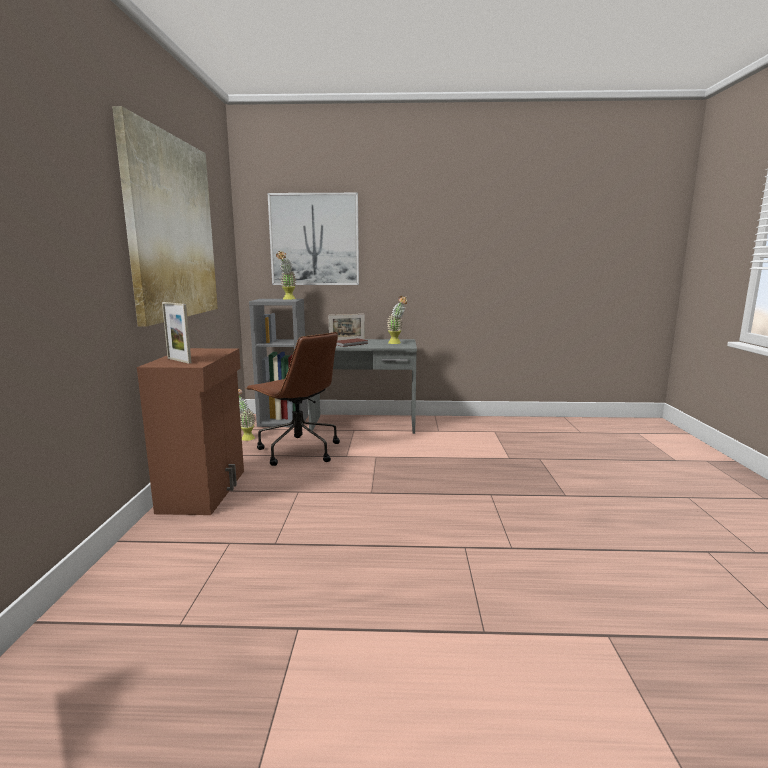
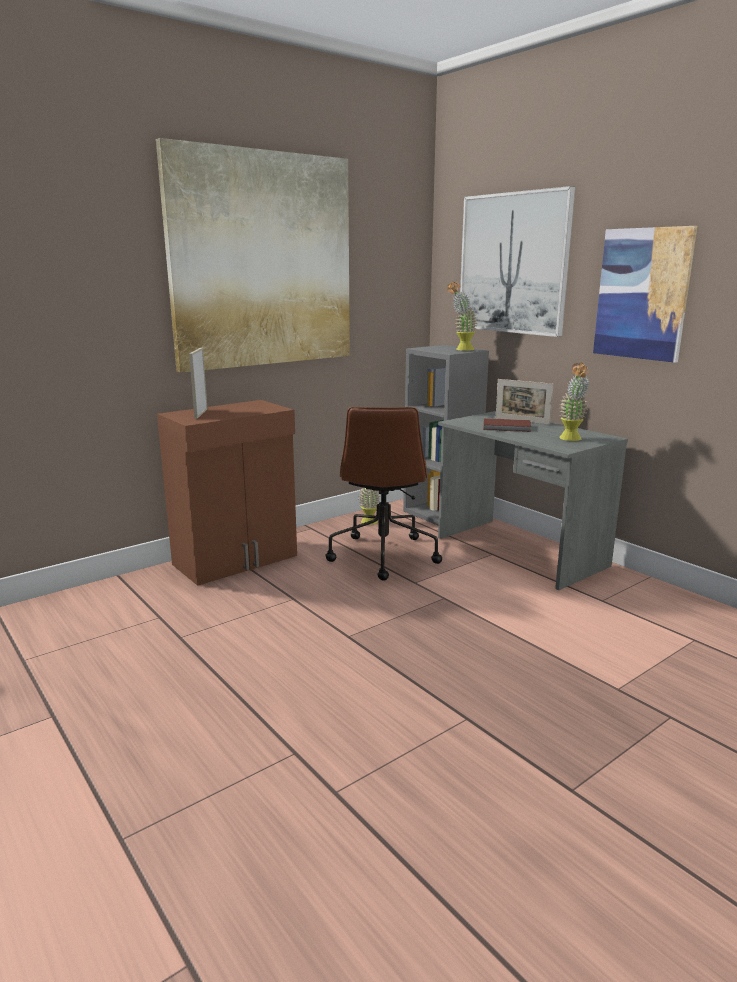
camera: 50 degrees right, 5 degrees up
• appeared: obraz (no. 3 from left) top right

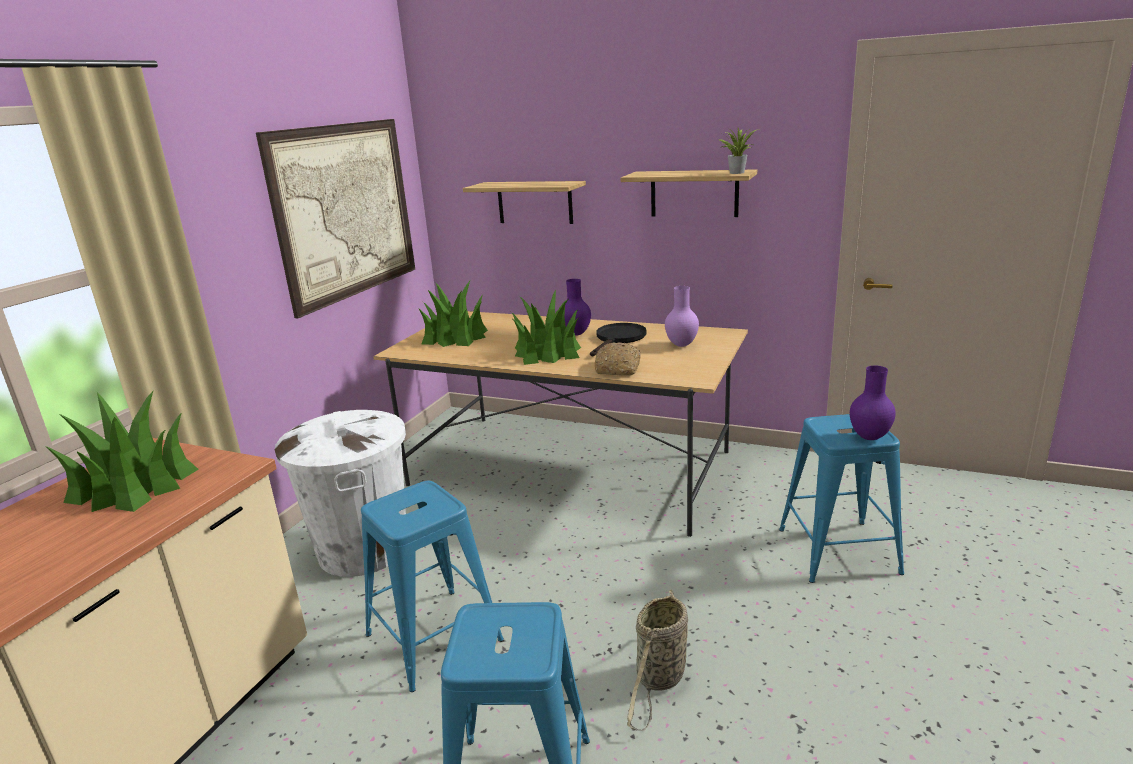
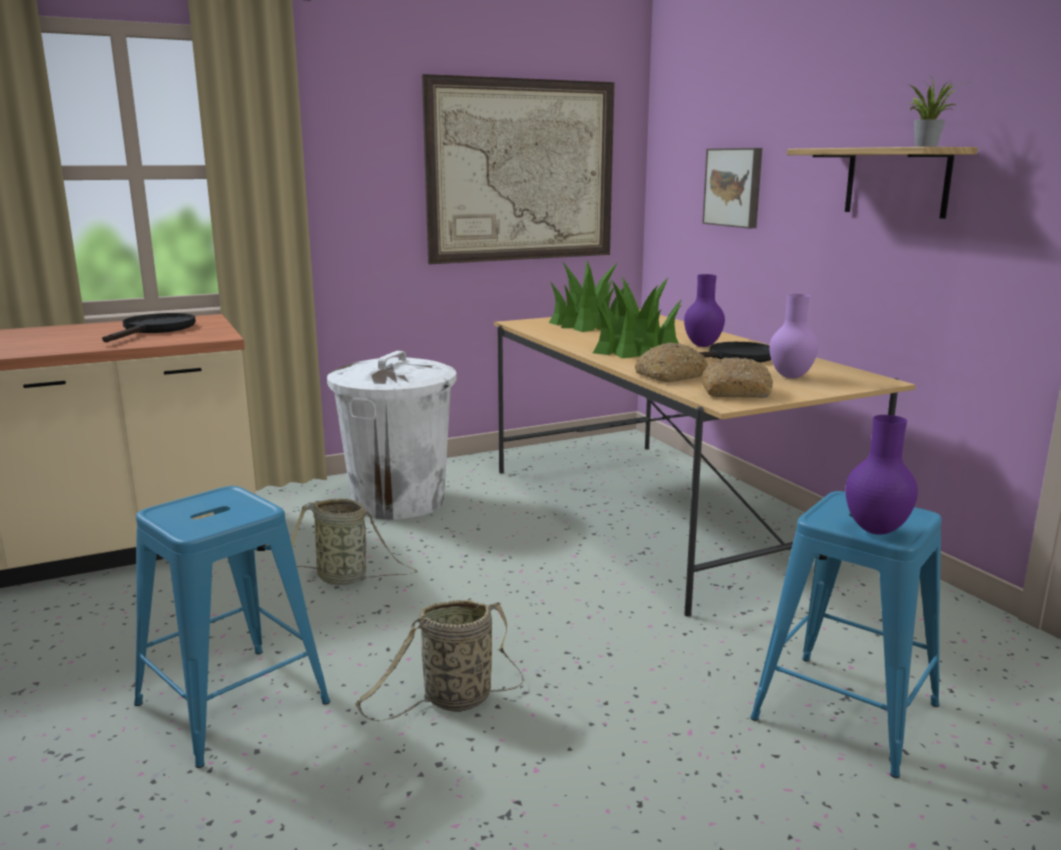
camera: 40 degrees right, 5 degrees down
• exchanged: roślina doniczkowa (no. 1 from left) middle left to patelnia (czarny) (no. 1 from left) middle left
• exchanged: stołek (niebieski) (no. 1 from left) bottom centre to koszyk (no. 1 from left) centre
• exchanged: półka (no. 1 from left) top centre to obraz (no. 2 from left) top right
• appeared: chleb (no. 2 from left) middle right

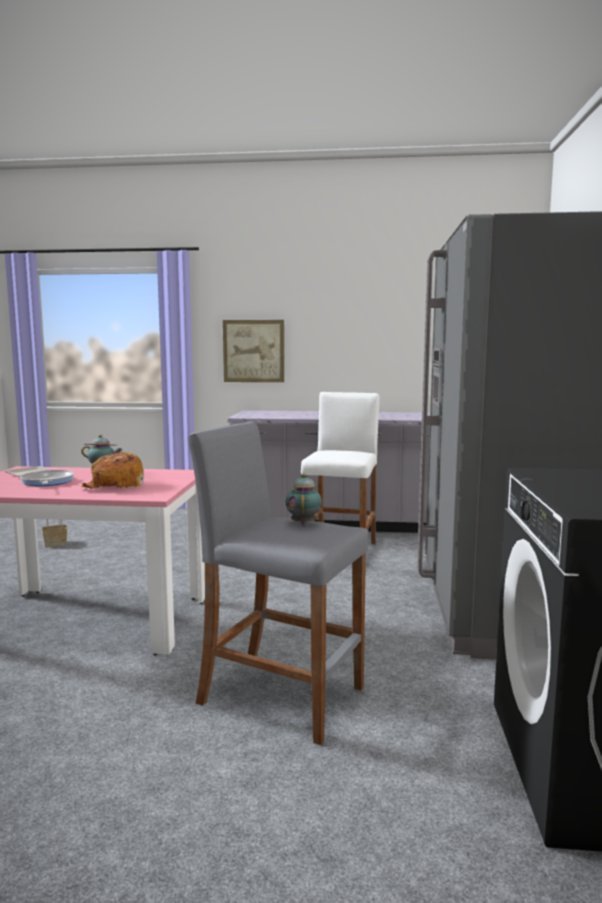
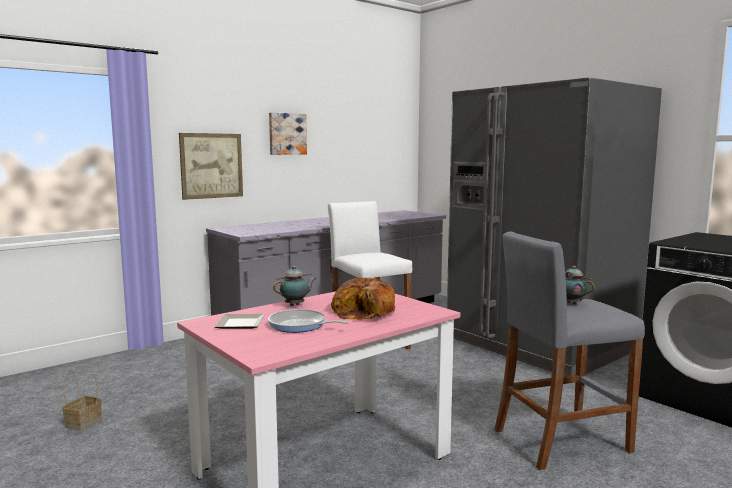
camera: 45 degrees left, 0 degrees up
• appeared: obraz (no. 2 from left) top centre

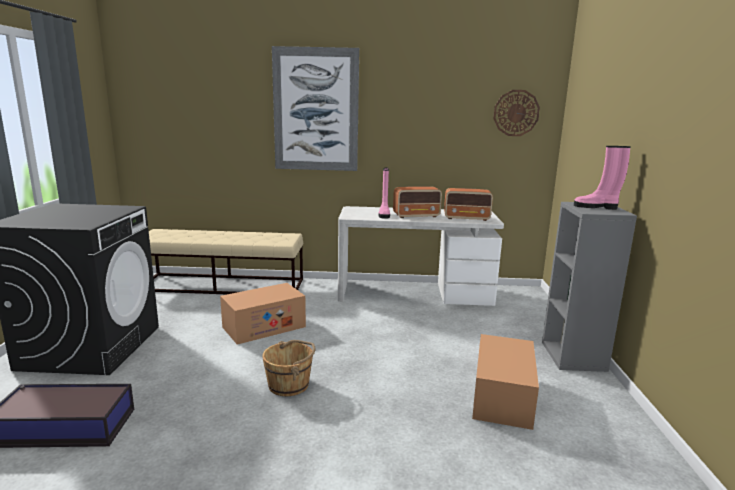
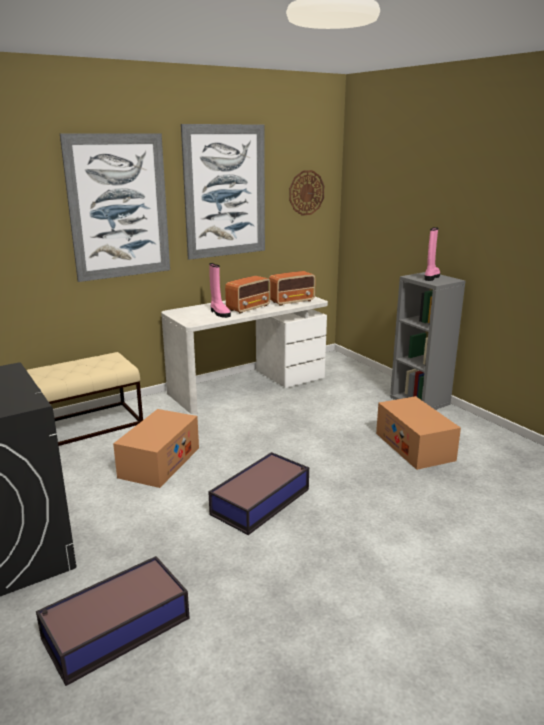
camera: 35 degrees left, 5 degrees up
• exchanged: wiadro (brązowy) bottom centre to pojemnik do przechowywania (no. 2 from left) bottom centre
• spun: but z cholewką (różowy) (no. 2 from left) middle right = middle right 135 degrees clockwise
• appeared: obraz (no. 2 from left) top centre

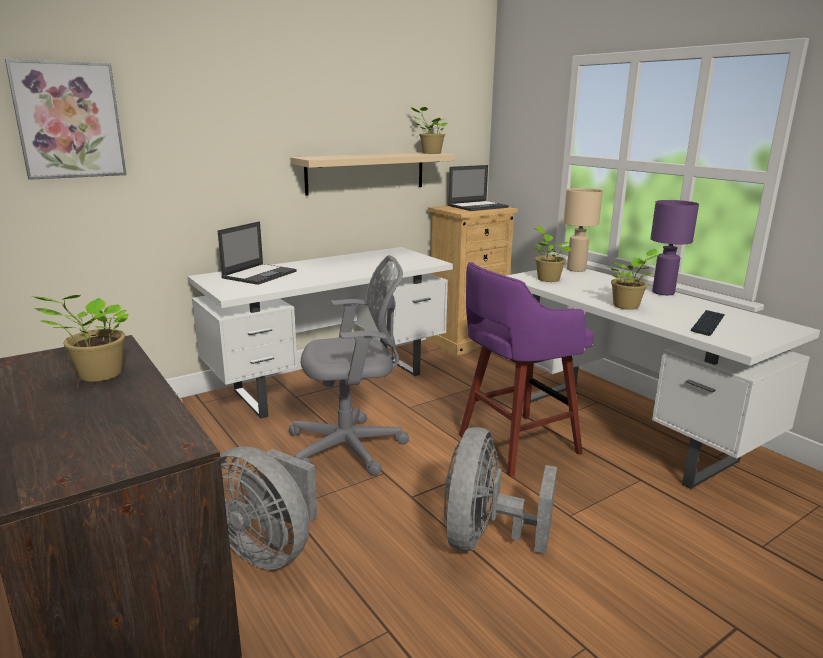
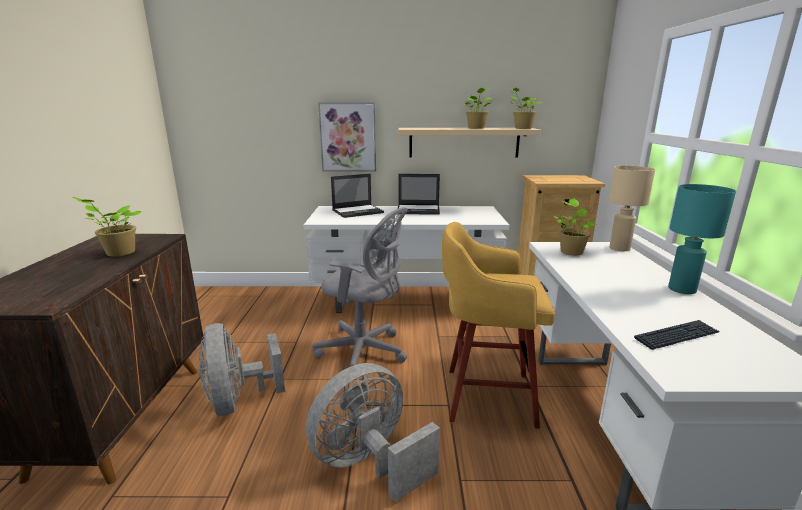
camera: 35 degrees right, 0 degrees up
• relocated: obraz top left to top centre
• relocated: laptop (no. 2 from left) top centre to centre
• colour: stołek (fioletowy) centre to stołek (żółty) centre
• relocated: roślina doniczkowa (no. 4 from left in the first image) middle right to roślina doniczkowa (no. 2 from left) top centre
• colour: lampa stołowa (fioletowy) middle right to lampa stołowa (turkusowy) middle right

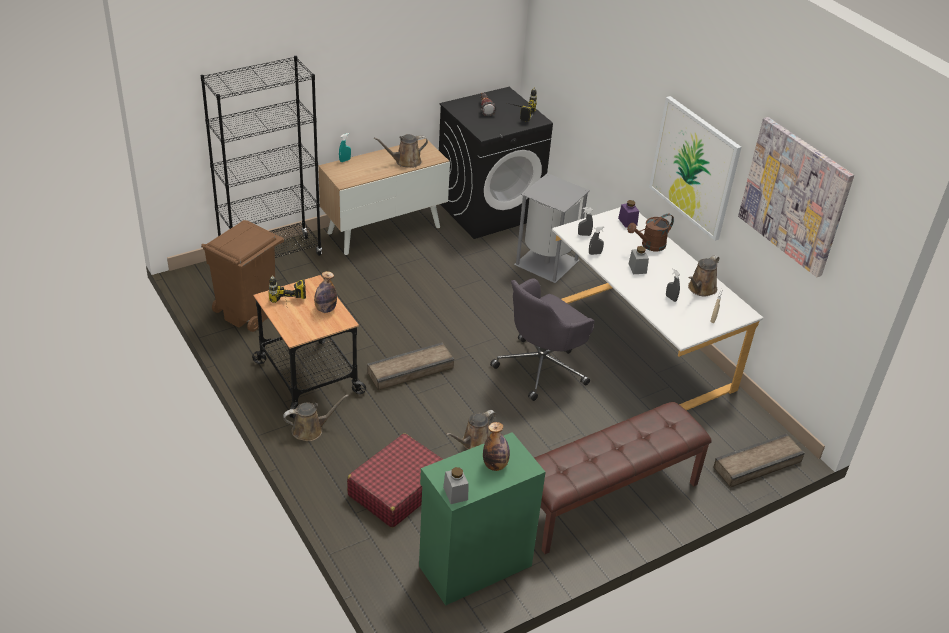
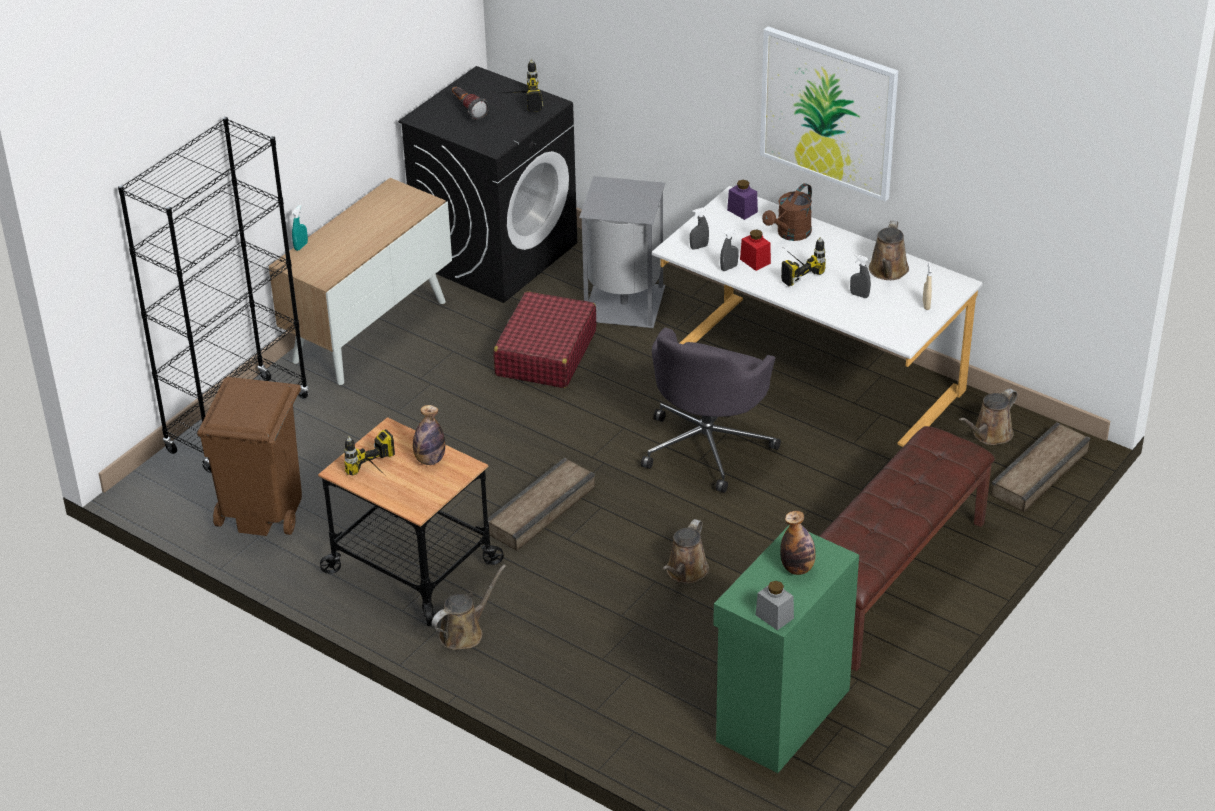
camera: 20 degrees left, 0 degrees up
• relocated: walizka (czerwony) bottom centre to centre
• relocated: konewka (brązowy) (no. 2 from left in the first image) top centre to konewka (brązowy) (no. 5 from left) middle right
• exchanged: słoik (szary) (no. 2 from left) middle right to wiertarka (no. 3 from left) top centre
• missing: obraz (no. 2 from left) top right
• appeared: słoik (czerwony) top centre

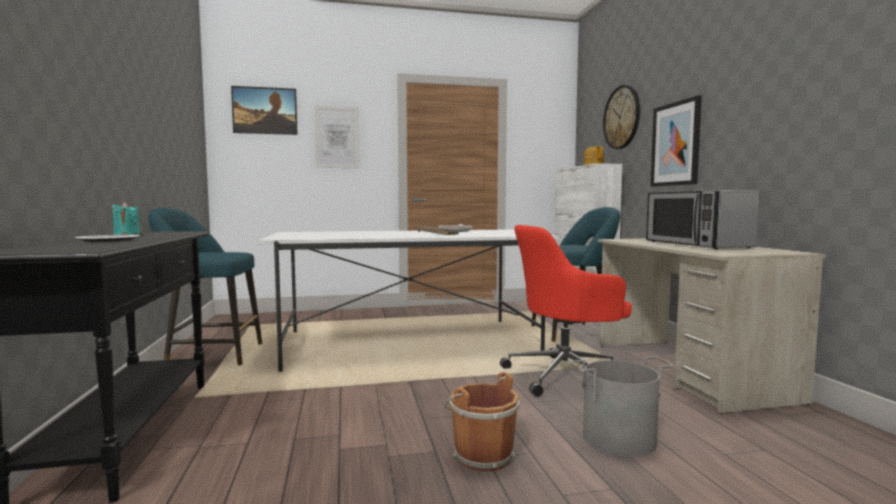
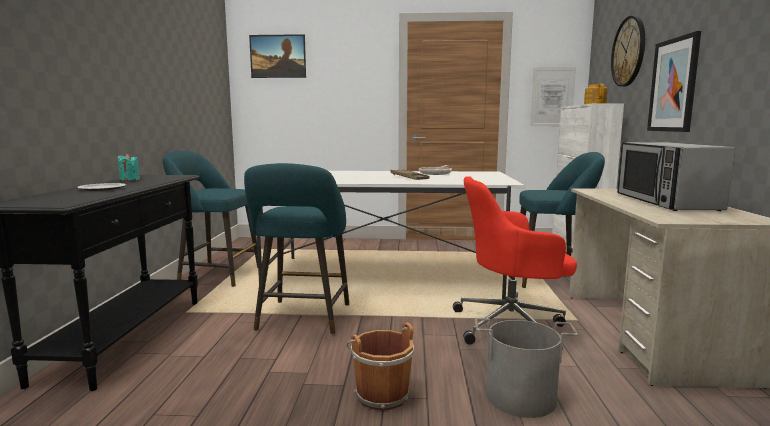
camera: 15 degrees right, 5 degrees up
• relocated: obraz (no. 2 from left) top centre to top right
• appeared: stołek (turkusowy) (no. 2 from left) centre

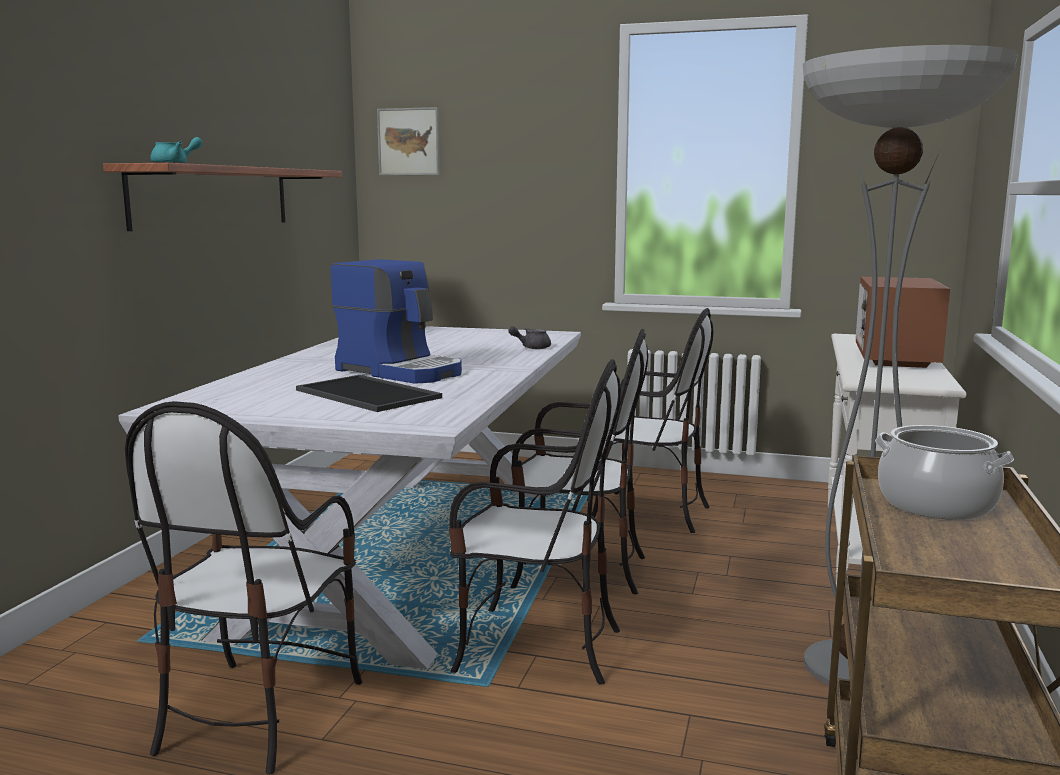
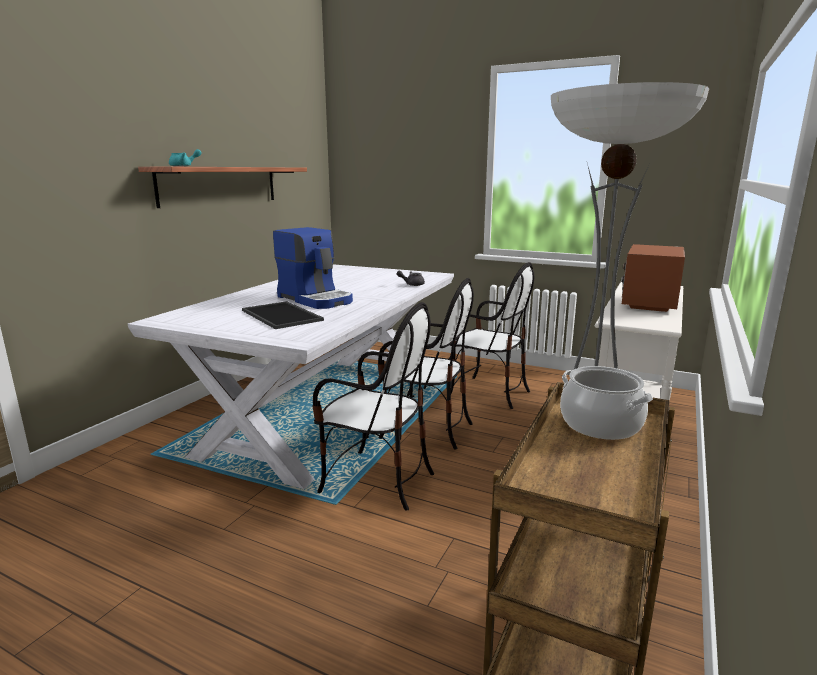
camera: 10 degrees right, 5 degrees up
• missing: krzesło (no. 1 from left) bottom left
• missing: obraz top centre

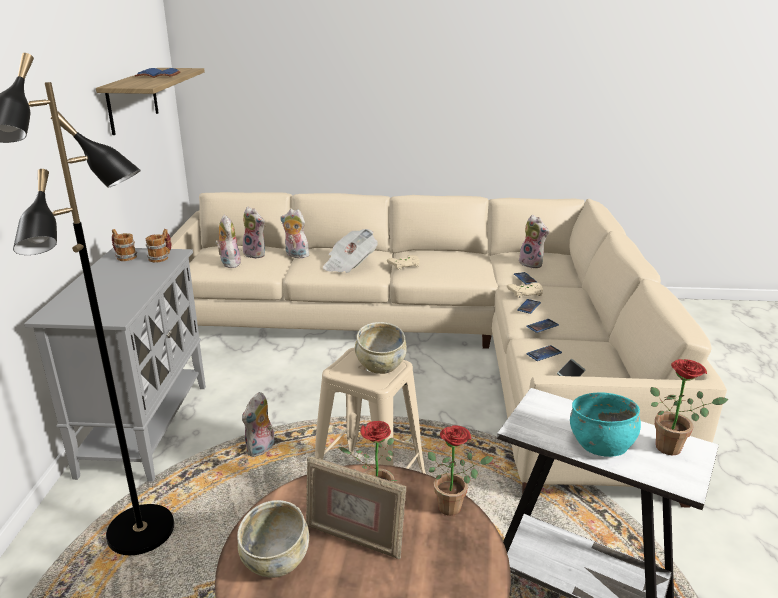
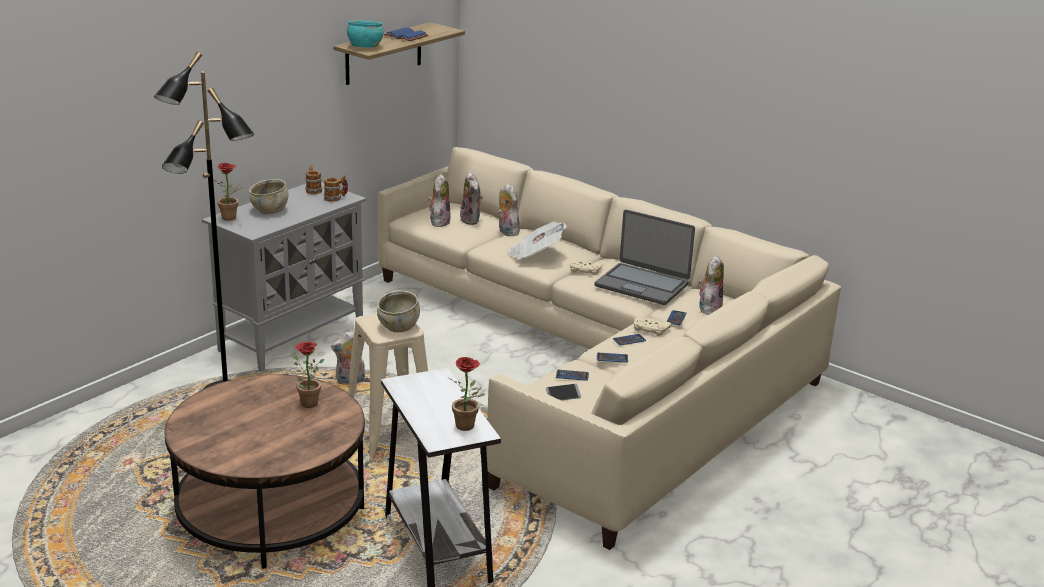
camera: 35 degrees right, 0 degrees up
• relocated: miska (beżowy) (no. 1 from left) bottom centre to middle left
• missing: ramka na zdjęcie bottom centre
• relocated: roślina doniczkowa (no. 2 from left in the first image) bottom centre to roślina doniczkowa (no. 1 from left) top left
• spun: pluszak (no. 5 from left) middle right = middle right 150 degrees counterclockwise
• relocated: miska (turkusowy) bottom right to top centre
• appeared: laptop centre

